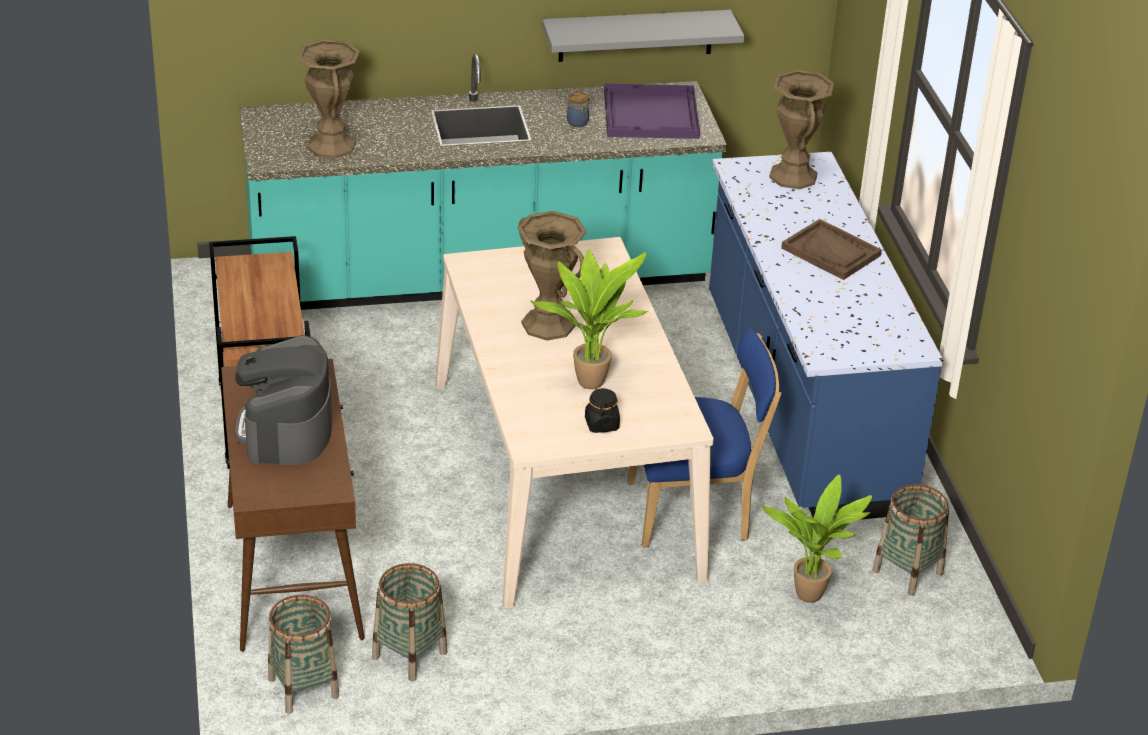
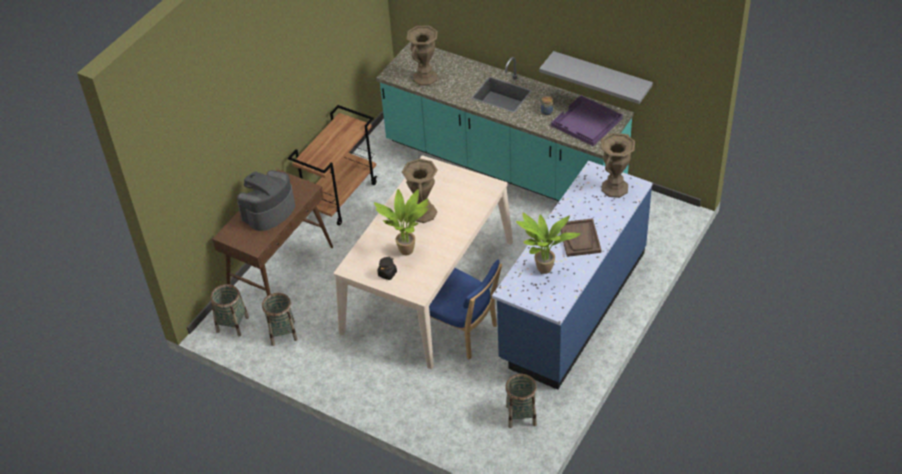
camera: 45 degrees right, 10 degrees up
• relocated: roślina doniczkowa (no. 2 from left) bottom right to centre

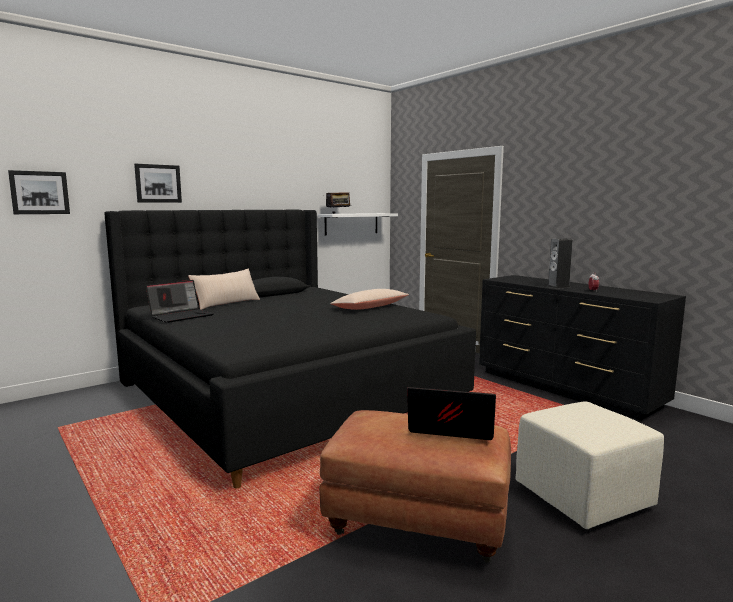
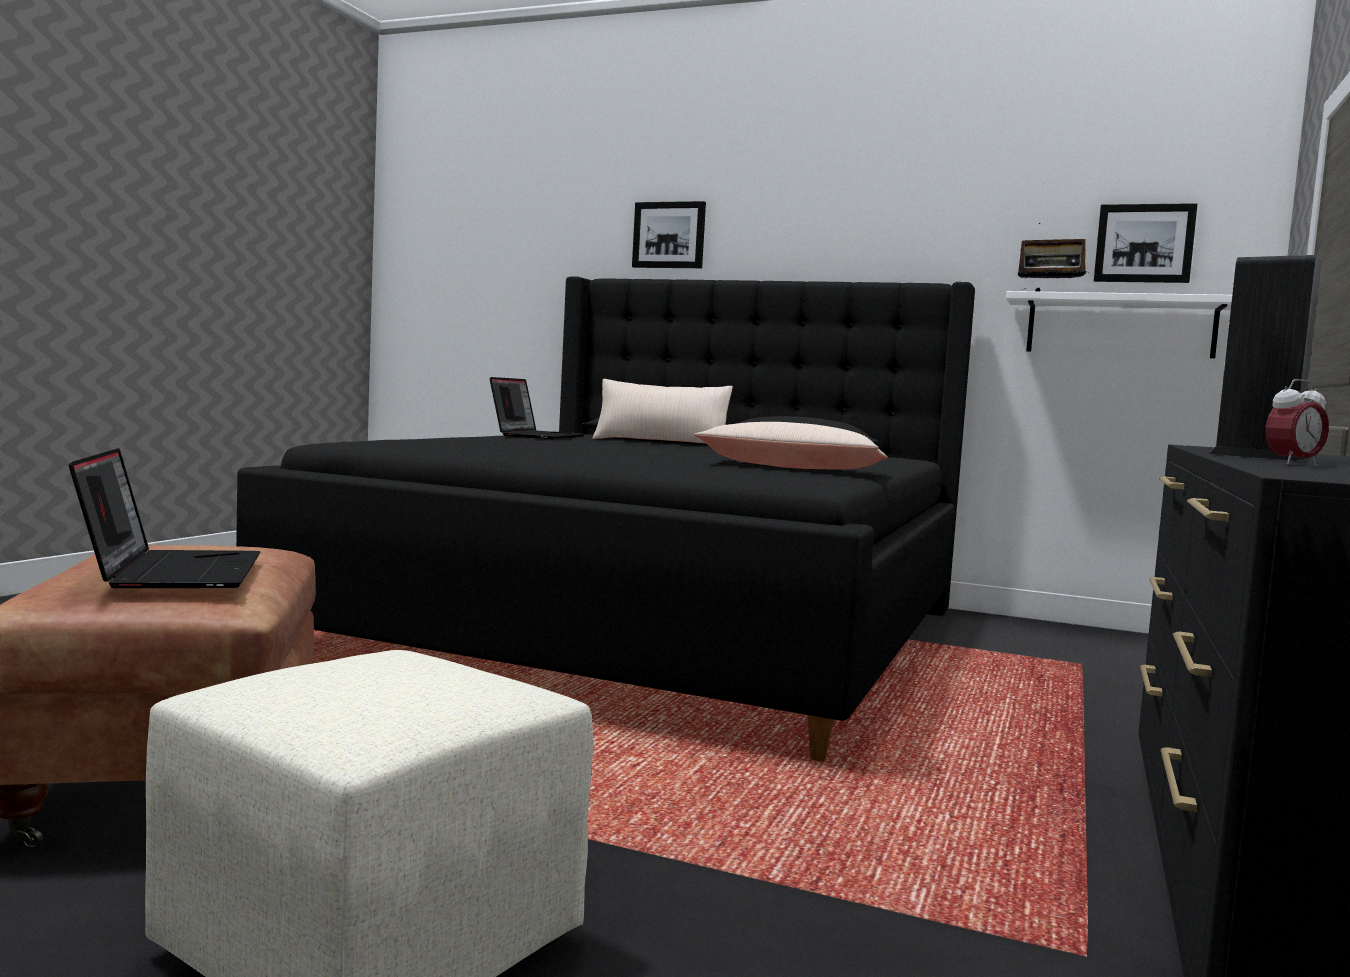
camera: 60 degrees right, 5 degrees down
• relocated: obraz (no. 1 from left in the first image) top left to obraz (no. 2 from left) top right
• spun: laptop (no. 1 from left in the first image) middle left = centre 90 degrees counterclockwise

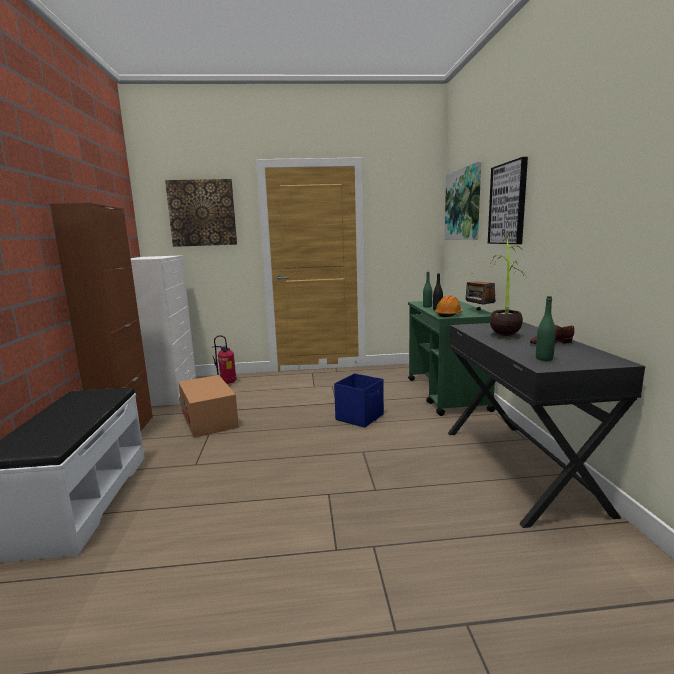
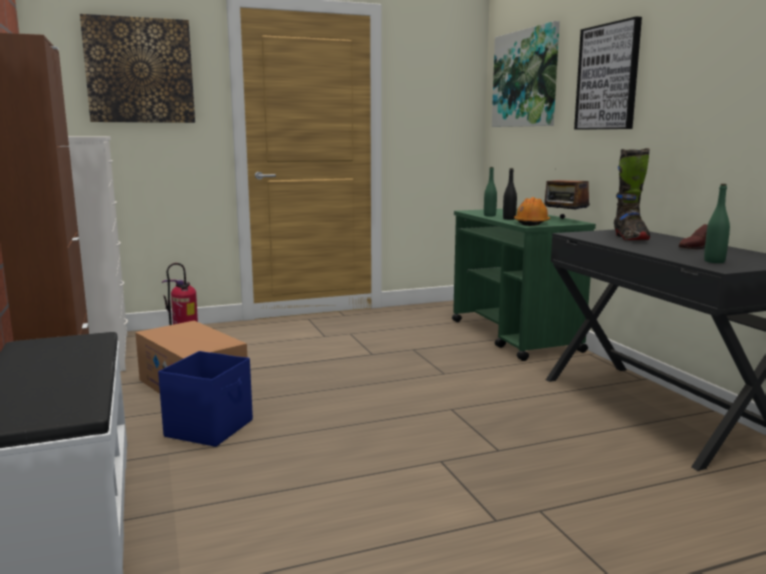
camera: 15 degrees left, 0 degrees up
• relocated: pojemnik do przechowywania (niebieski) centre to bottom left
• exchanged: roślina doniczkowa middle right to but z cholewką (czarny) middle right

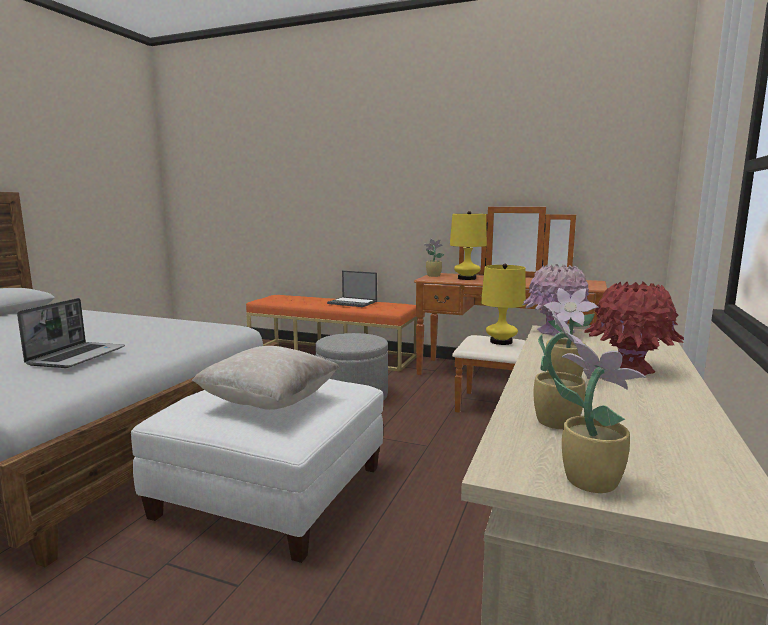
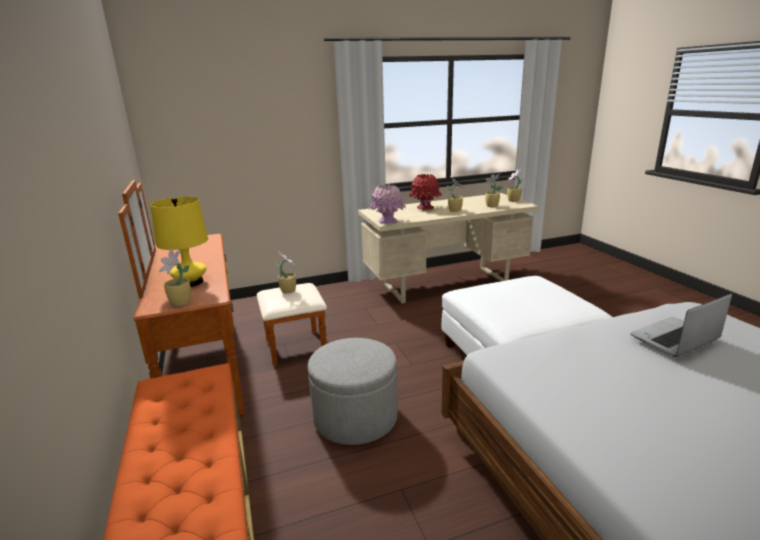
camera: 130 degrees left, 10 degrees up
• missing: poduszka (beżowy) centre
• missing: laptop (no. 2 from left) centre
• exchanged: lampa stołowa (żółty) (no. 2 from left) centre to roślina doniczkowa (no. 2 from left) centre

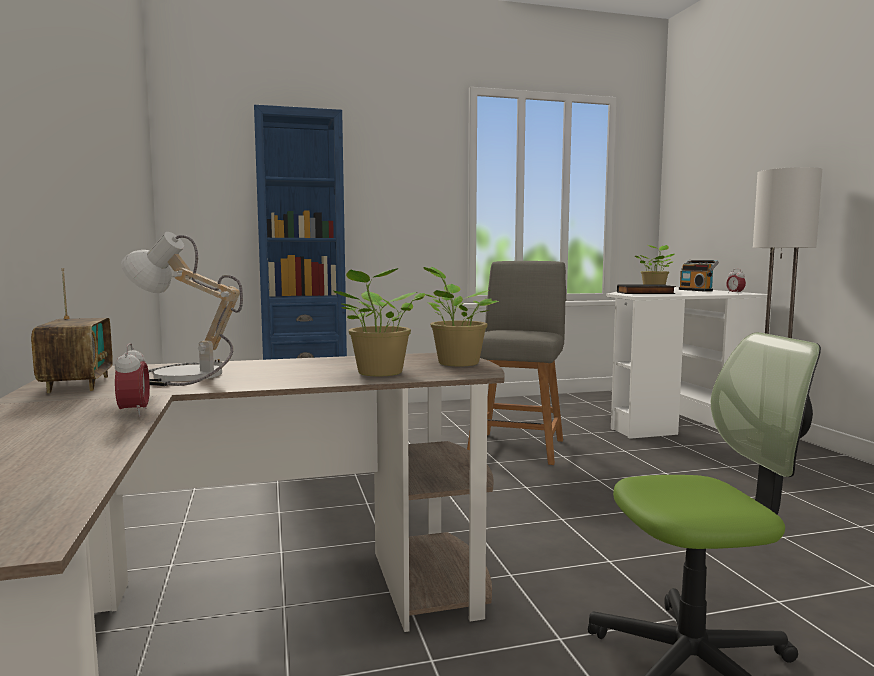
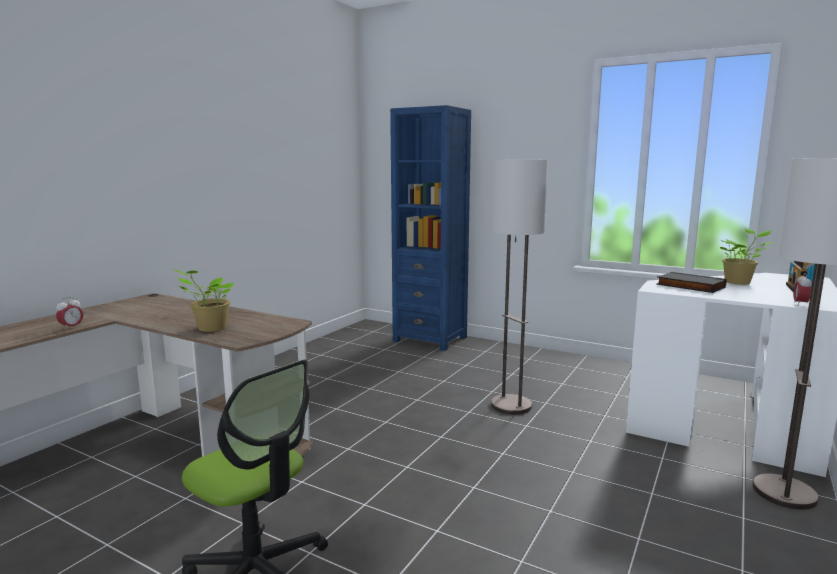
camera: 45 degrees right, 5 degrees up
• missing: radio (no. 1 from left) middle left
• missing: lampa stołowa middle left
• missing: roślina doniczkowa (no. 2 from left) centre
• exchanged: krzesło (szary) centre to lampa stojąca (no. 1 from left) centre

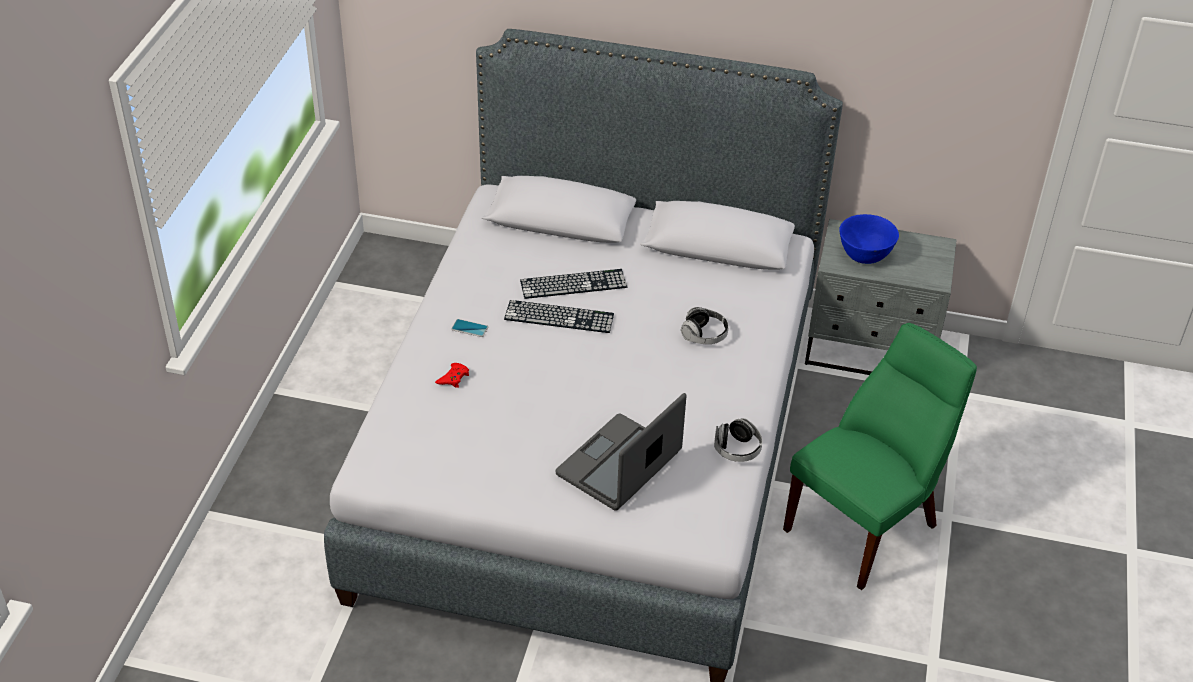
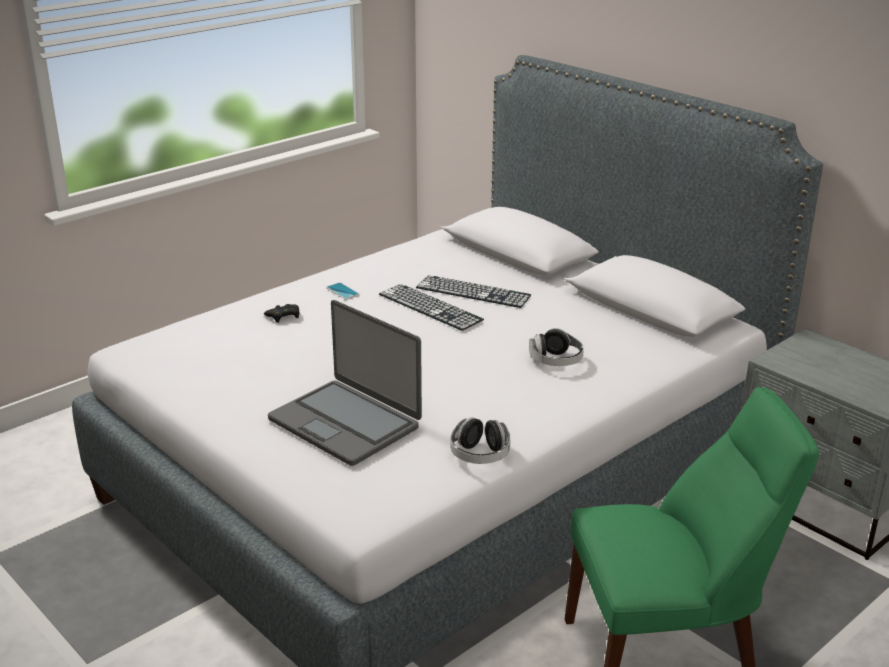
camera: 35 degrees right, 15 degrees down
• colour: pad do gier (czerwony) centre to pad do gier (czarny) middle left
• spun: laptop centre = centre 120 degrees counterclockwise
• missing: miska (niebieski) middle right

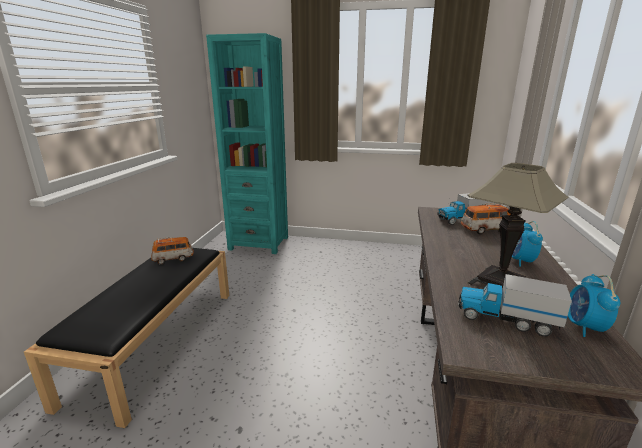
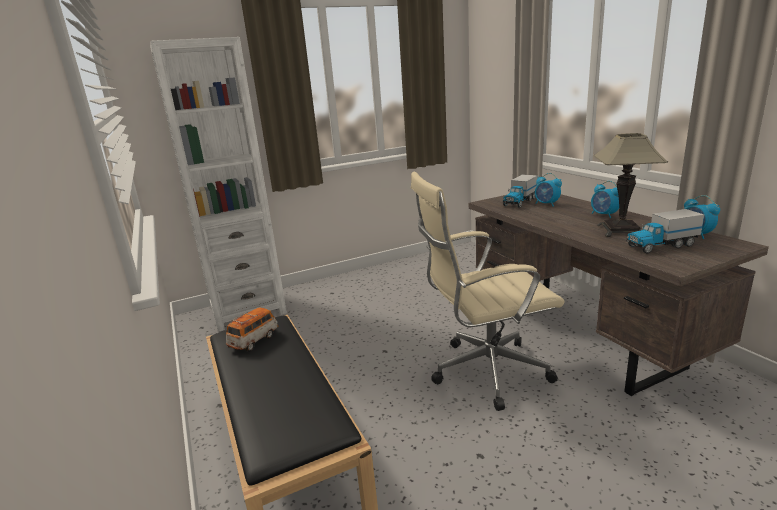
camera: 35 degrees left, 0 degrees up
• colour: regał (turkusowy) top centre to regał (biały) middle left
• exchanged: samochodzik (no. 2 from left) middle right to budzik (no. 1 from left) middle right
• appeared: krzesło biurowe (beżowy) centre

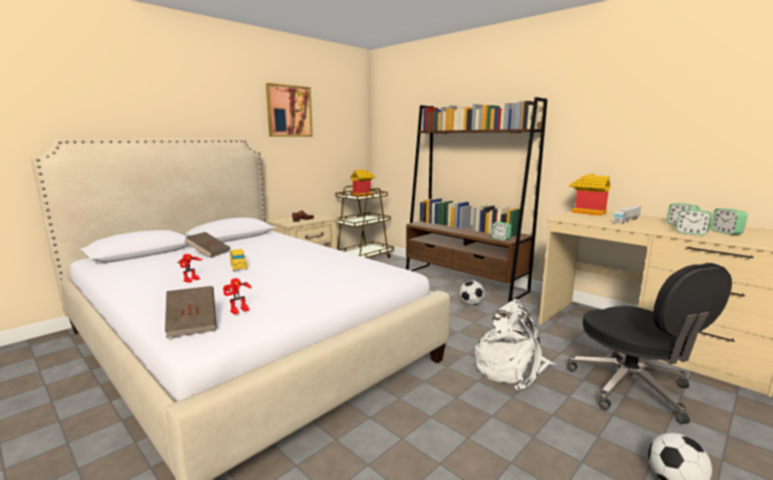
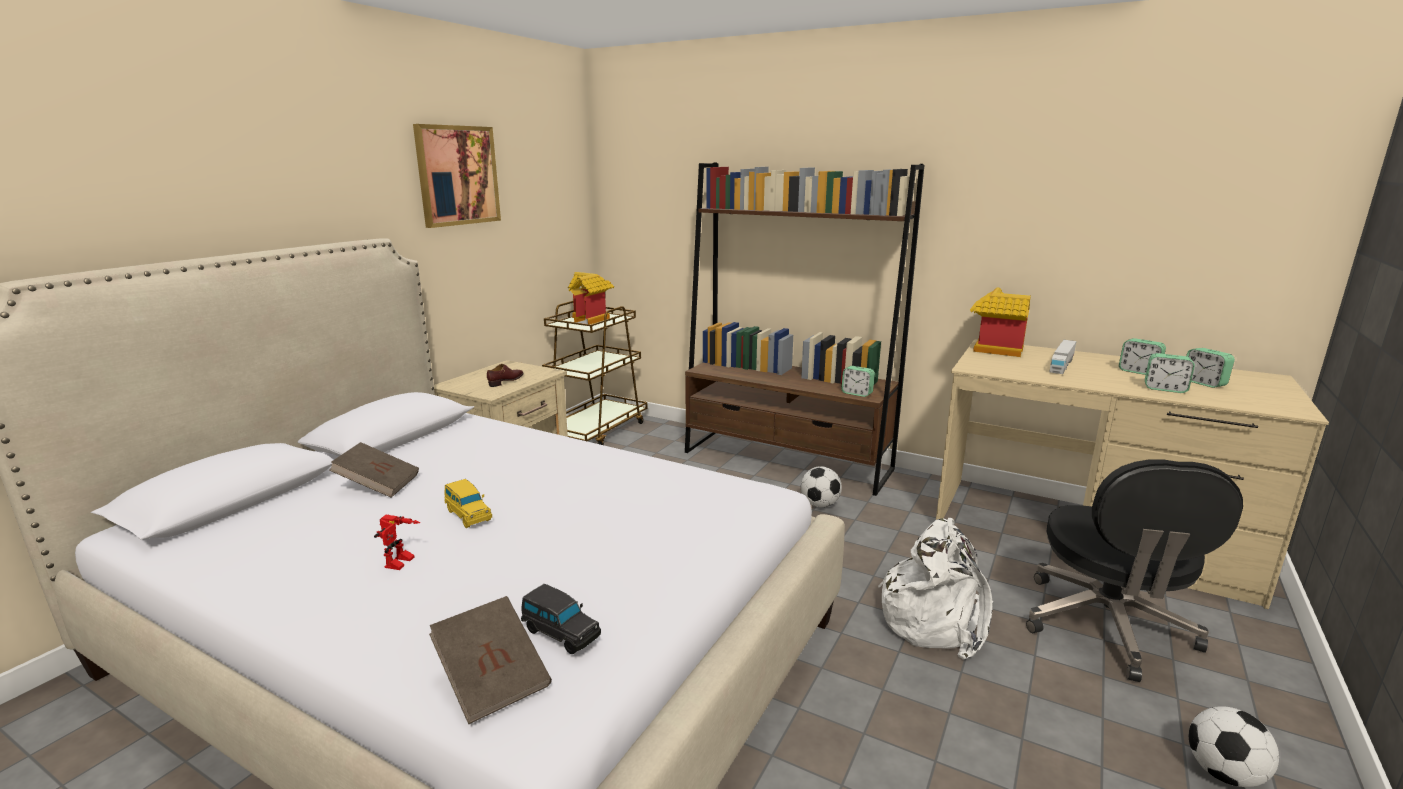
camera: 15 degrees left, 5 degrees up
• exchanged: robot zabawkowy (no. 2 from left) middle left to samochodzik (czarny) bottom centre
• spun: krzesło biurowe (czarny) bottom right = bottom right 45 degrees clockwise

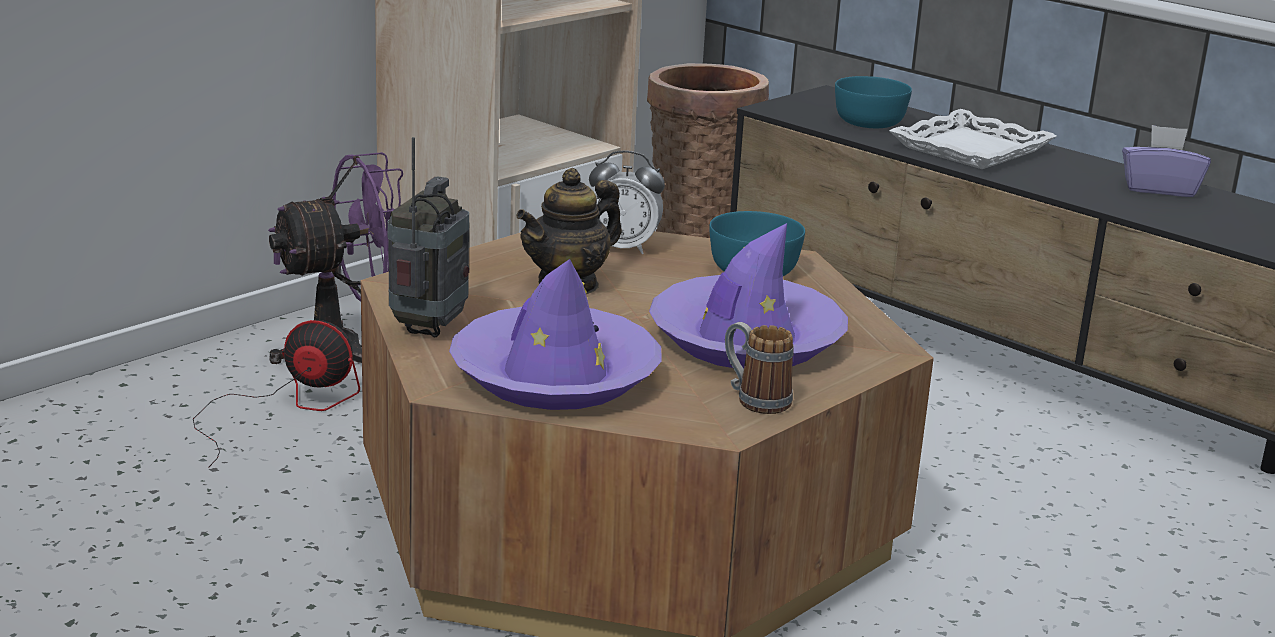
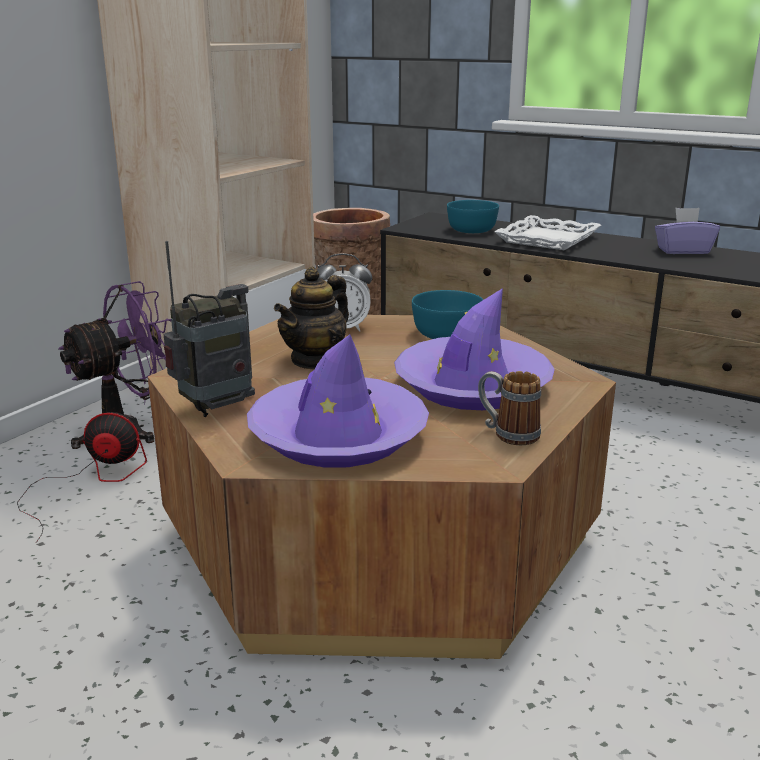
camera: 10 degrees left, 0 degrees up
• spun: radio centre = middle left 45 degrees clockwise

